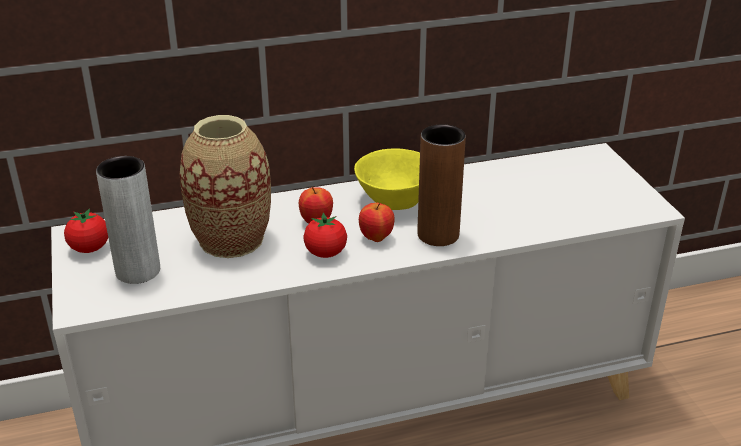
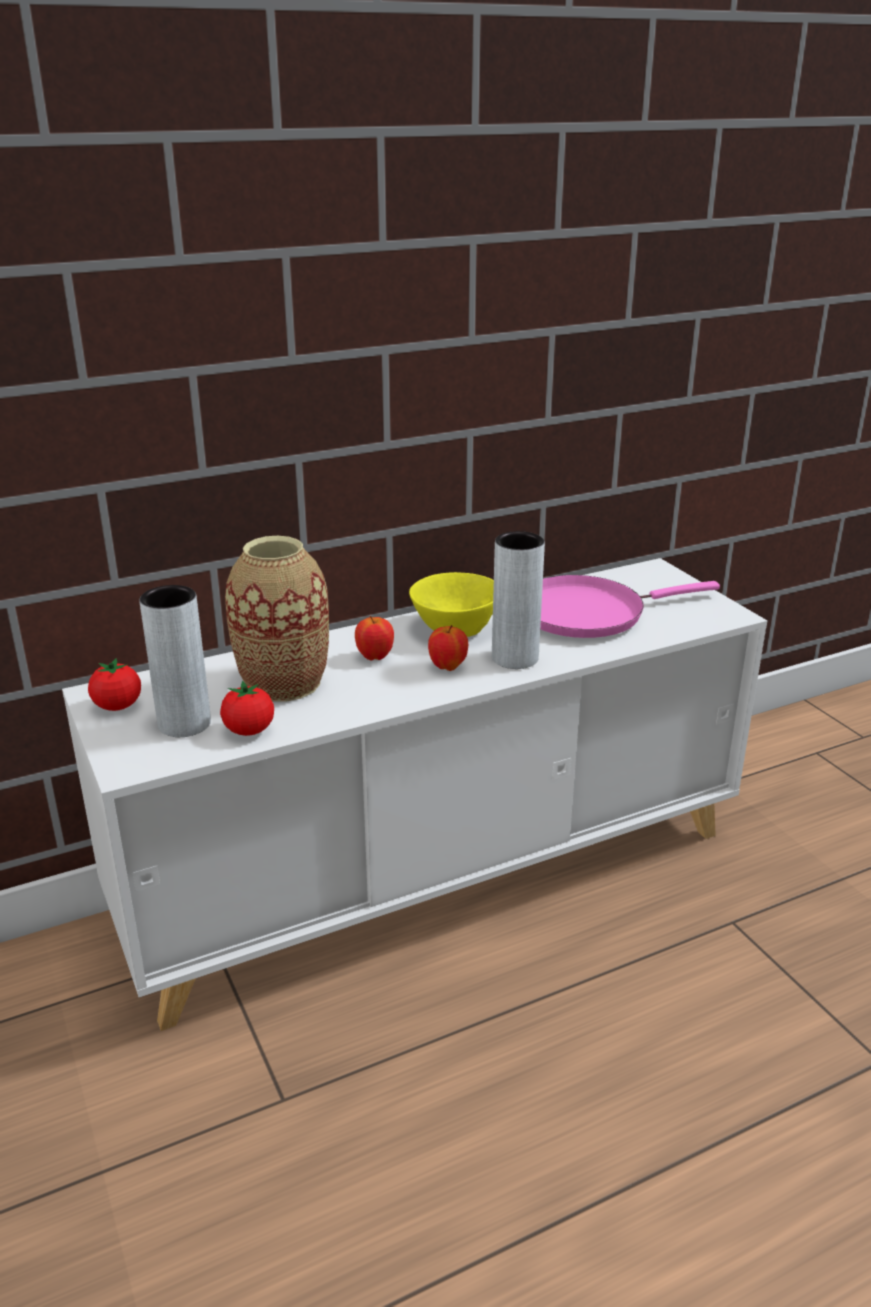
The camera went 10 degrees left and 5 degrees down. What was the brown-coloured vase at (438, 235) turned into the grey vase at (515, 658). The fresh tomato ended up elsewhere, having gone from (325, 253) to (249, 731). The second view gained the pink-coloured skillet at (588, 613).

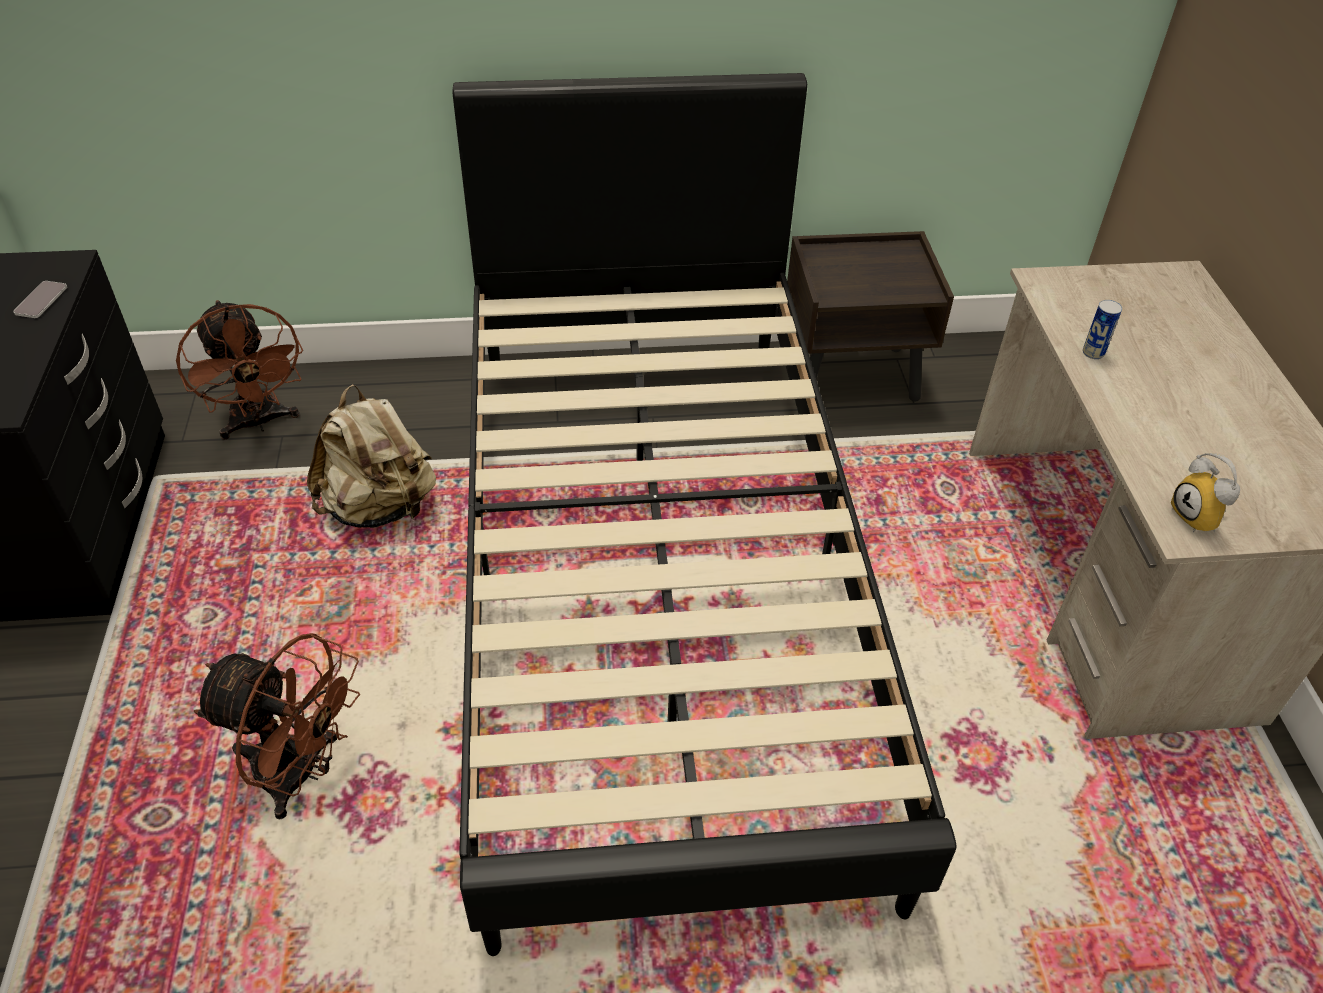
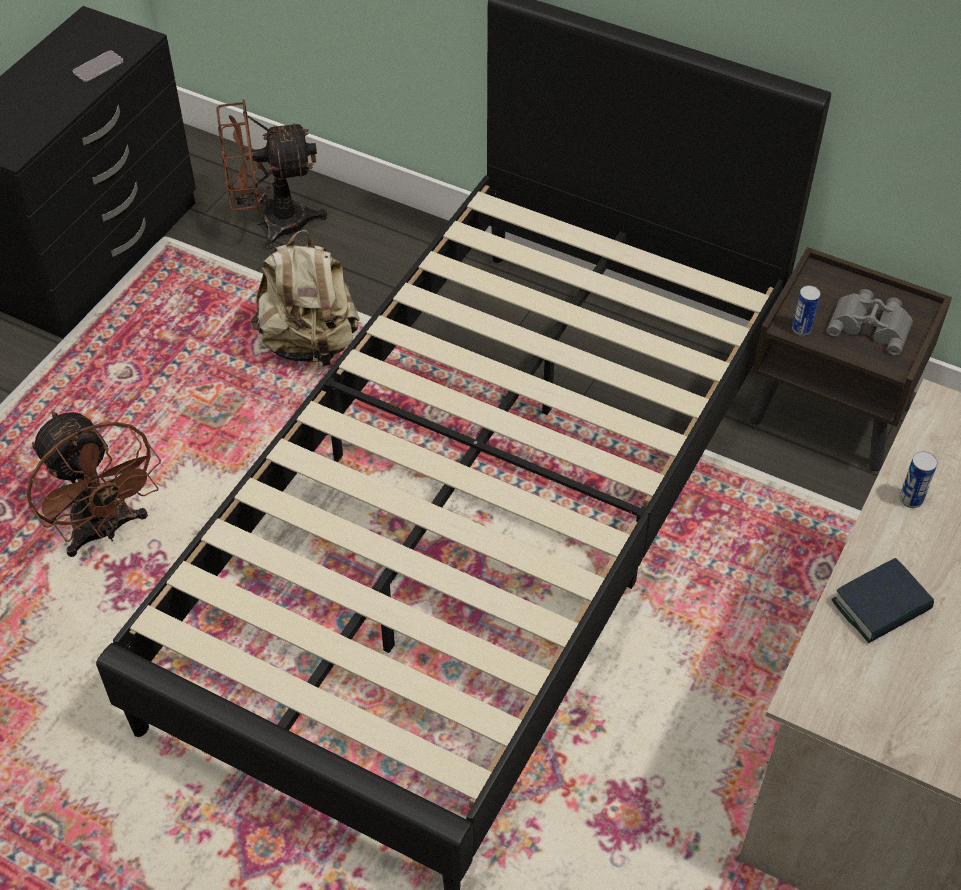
The camera went 35 degrees right and 5 degrees up. The brown-coloured fan at (259, 422) ended up facing another way, 75 degrees clockwise from before. The second view lost the alarm clock at (1200, 518). The second view gained the metal can at (801, 329). The second view gained the grey pair of binoculars at (871, 325). The second view gained the book at (881, 606).

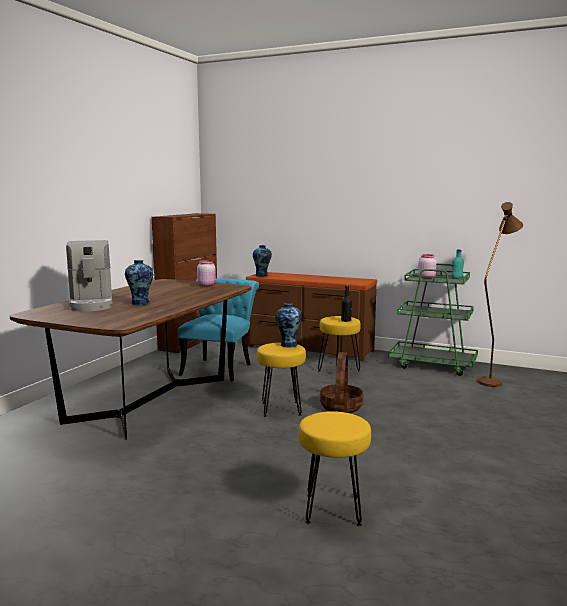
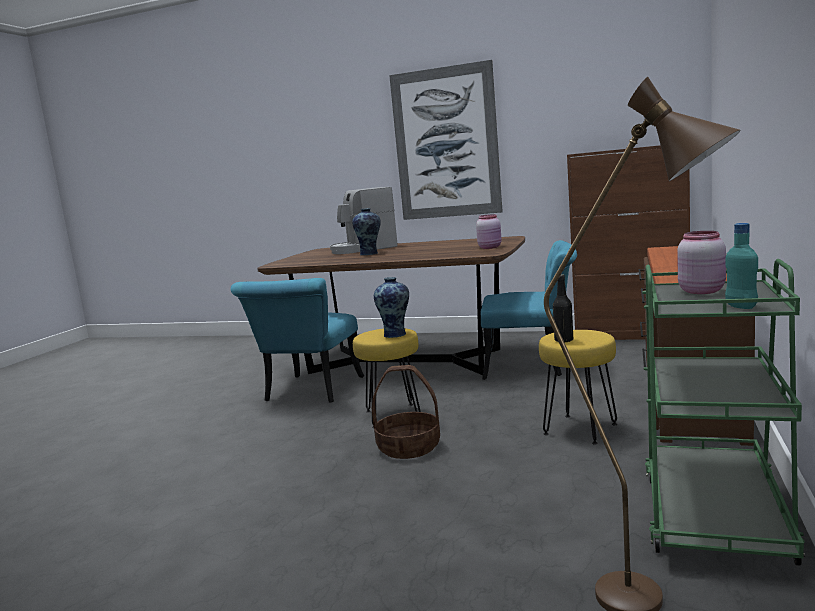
The camera went 85 degrees right and 0 degrees up. The second view lost the vase at (262, 276). The second view lost the yellow-coloured stool seat at (333, 509). The second view gained the wall art at (446, 143). The second view gained the turquoise chair at (309, 392).

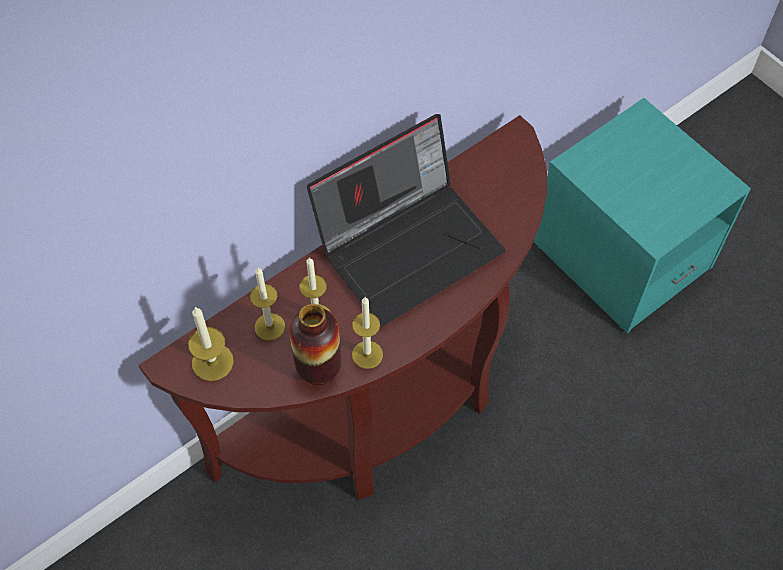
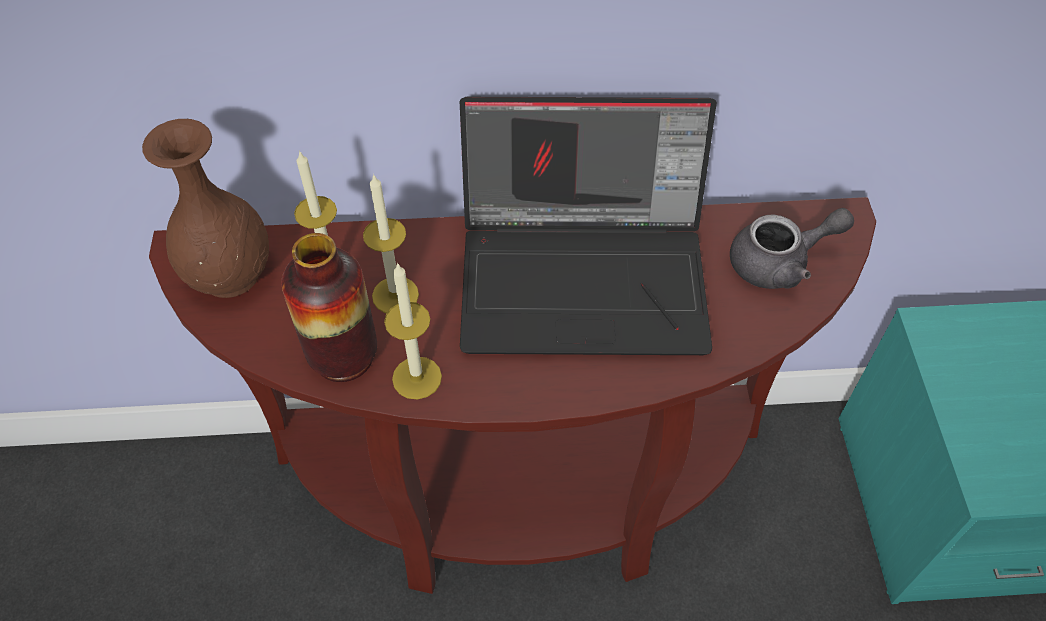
The camera went 35 degrees right and 5 degrees down. Where the wax light stood at (212, 362), the brown-coloured vase came to stand at (231, 275). The second view gained the grey teapot at (779, 263).

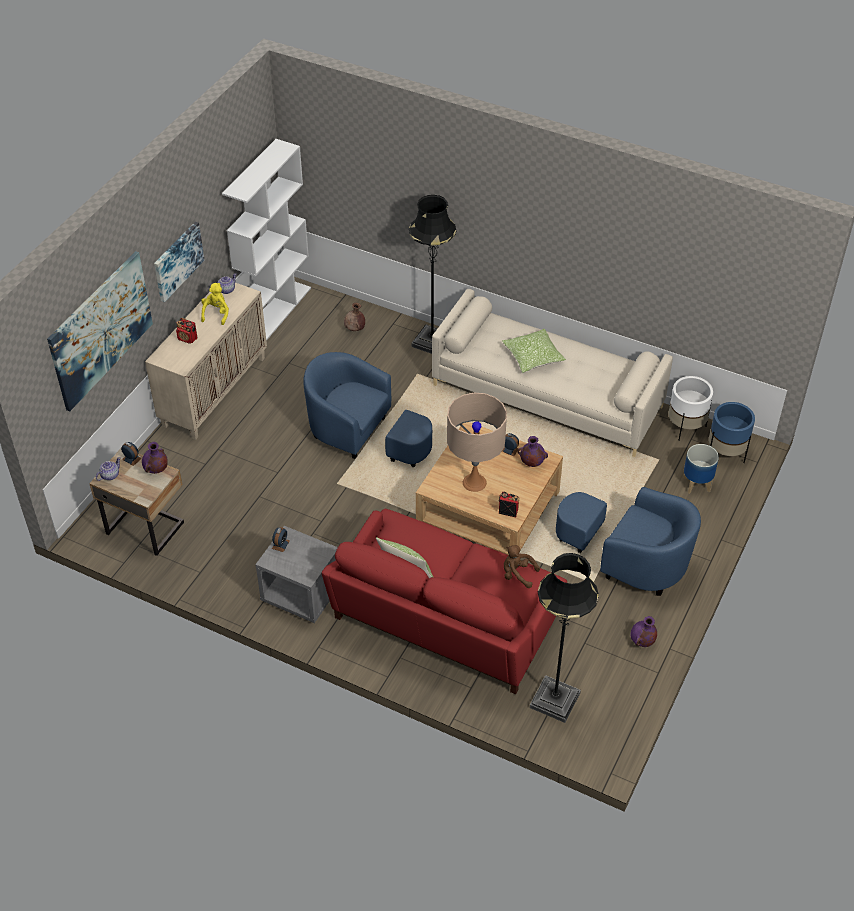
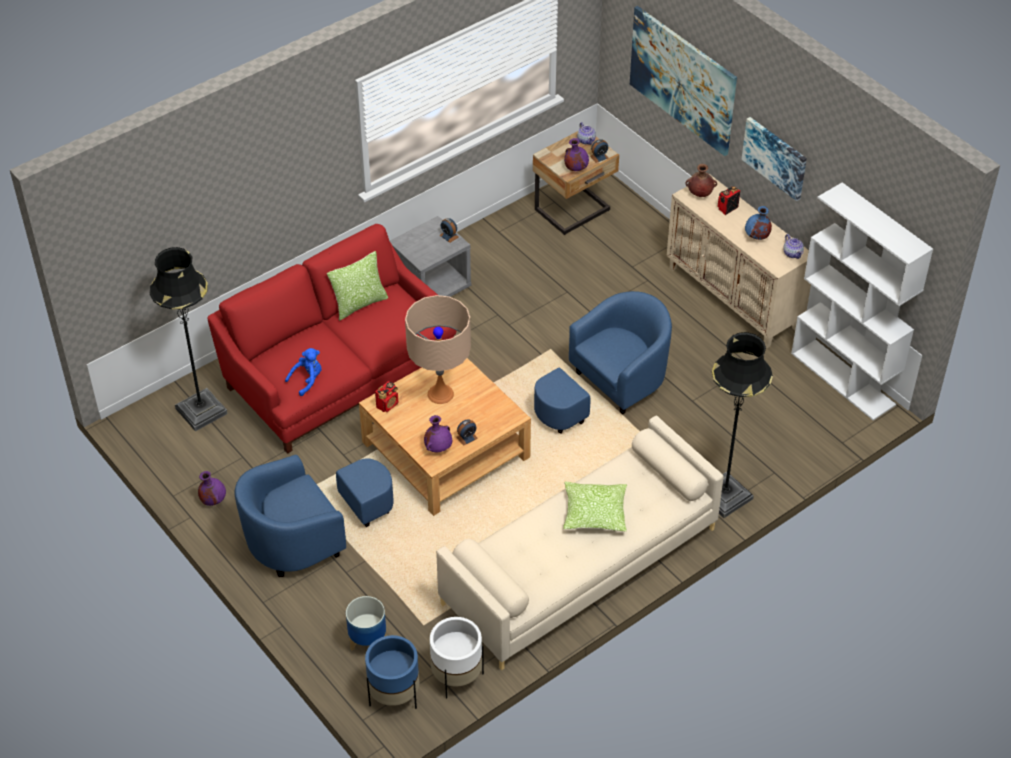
The camera went 115 degrees right and 0 degrees up. Where the yellow-coloured cuddly toy stood at (216, 313), the blue-coloured vase came to stand at (756, 237). The brown-coloured vase ended up elsewhere, having gone from (355, 329) to (699, 194). What was the brown-coloured cuddly toy at (517, 574) turned into the blue-coloured cuddly toy at (307, 380).

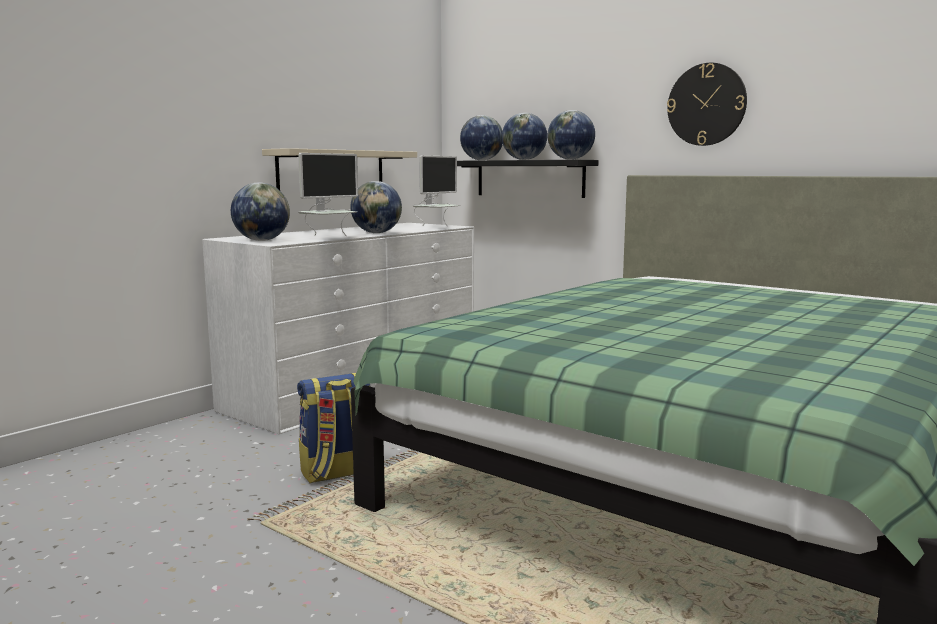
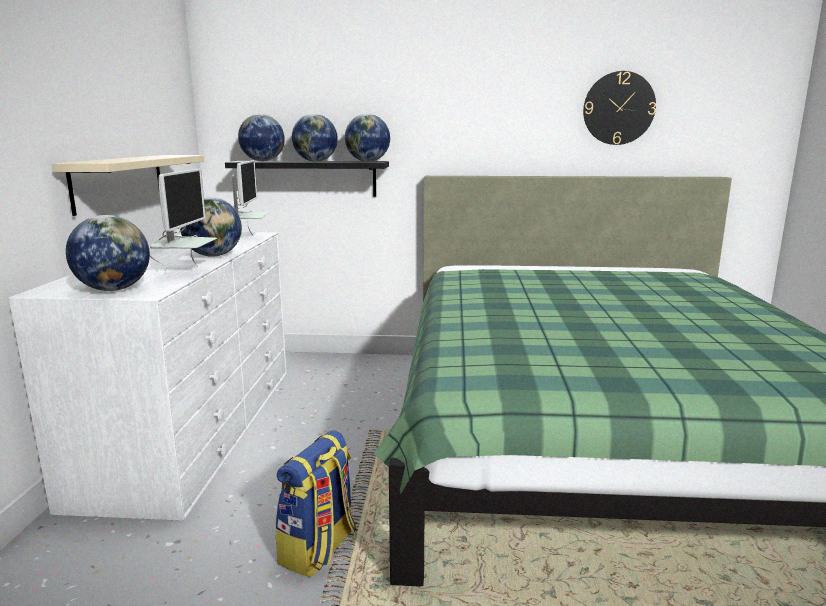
The camera went 35 degrees left and 5 degrees up. The wall clock ended up elsewhere, having gone from (706, 104) to (618, 108).

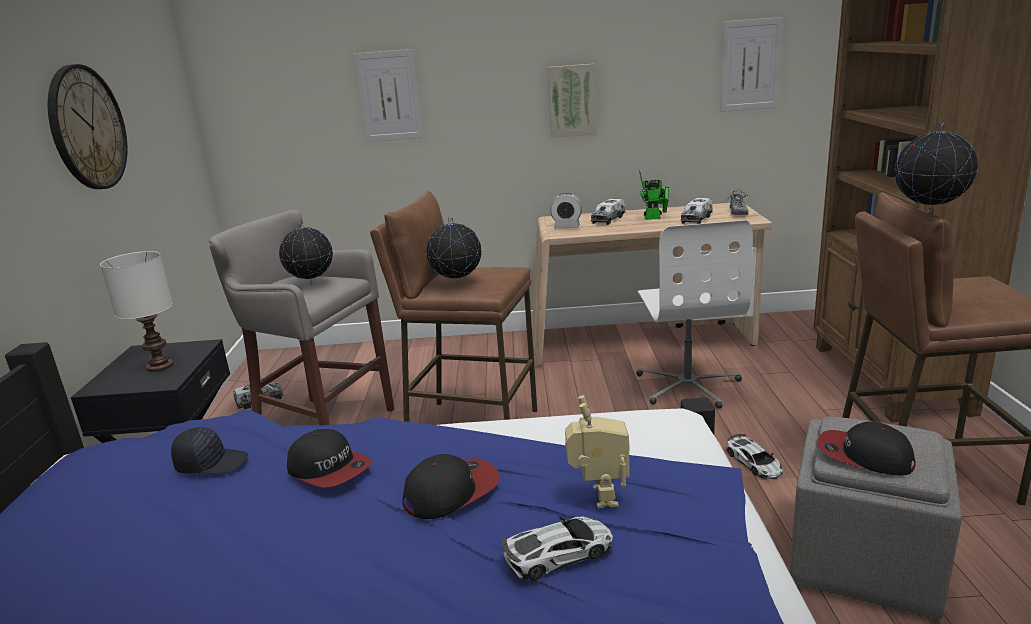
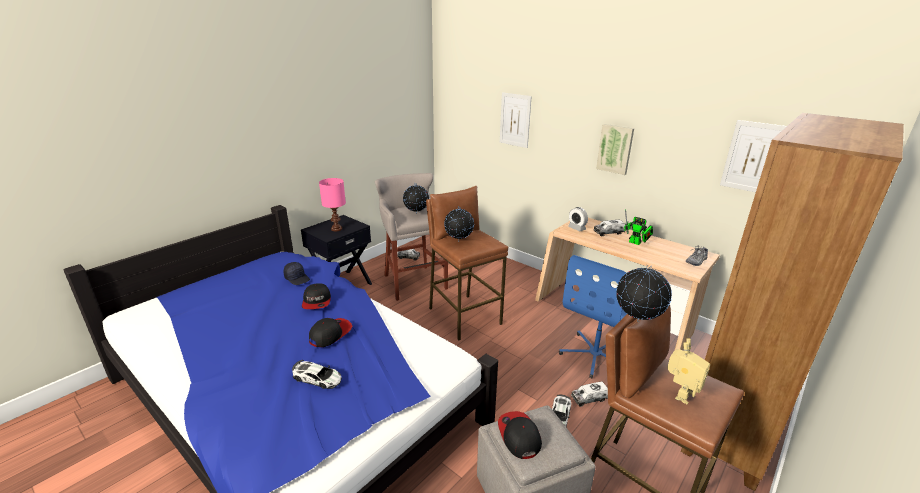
The camera went 40 degrees right and 5 degrees up. The second view lost the wall clock at (87, 128). The toy truck ended up elsewhere, having gone from (696, 219) to (589, 398). What was the white-coloured desk chair at (688, 385) turned into the blue-coloured desk chair at (595, 355). What was the white-coloured tabletop lamp at (159, 366) turned into the pink-coloured tabletop lamp at (336, 229). The model robot ended up elsewhere, having gone from (598, 497) to (680, 394). The peaked cap at (451, 491) ended up facing another way, 60 degrees counterclockwise from before.

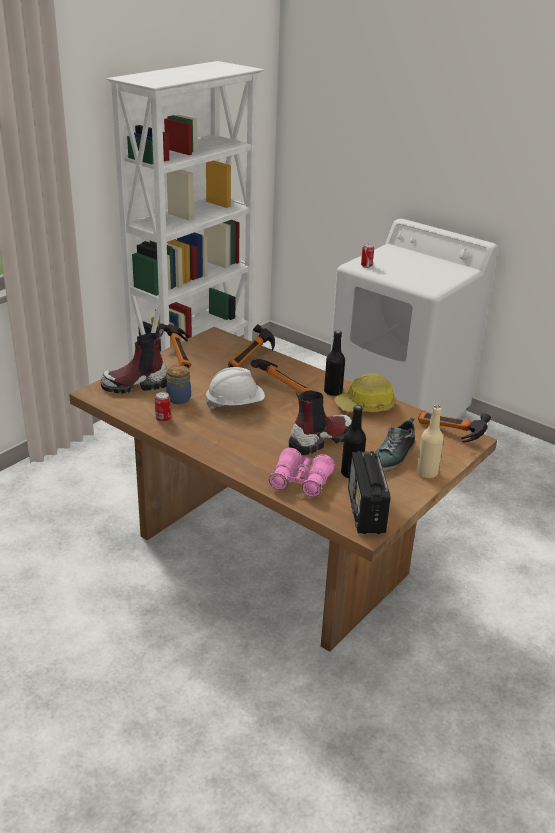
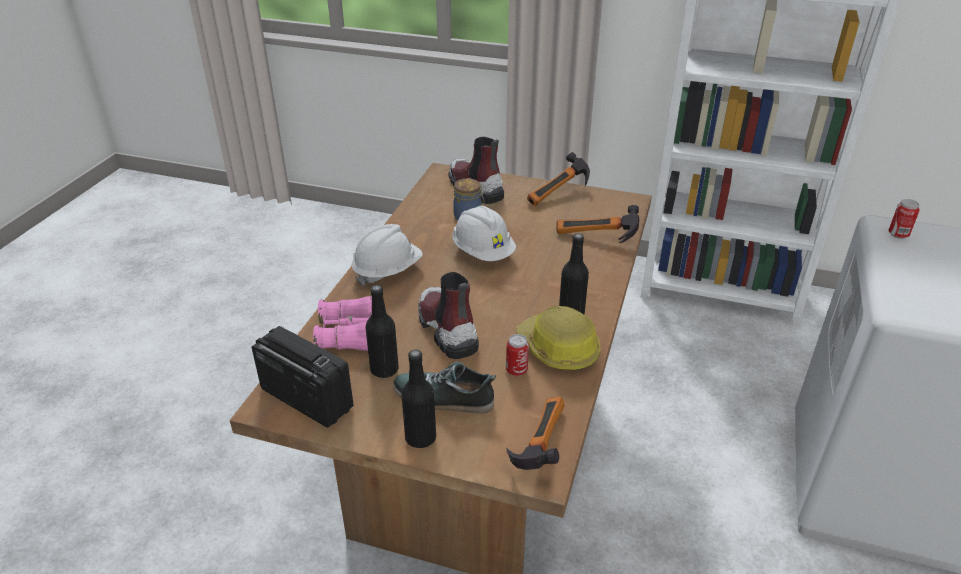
The camera went 70 degrees right and 5 degrees up. The second view lost the hammer at (284, 386). The tall boot at (320, 440) ended up facing another way, 150 degrees counterclockwise from before. The metal can ended up elsewhere, having gone from (163, 419) to (516, 370). What was the beige bottle at (426, 473) turned into the black bottle at (420, 438). The radio at (366, 512) ended up facing another way, 60 degrees clockwise from before. The second view gained the white-coloured hard hat at (387, 271).

